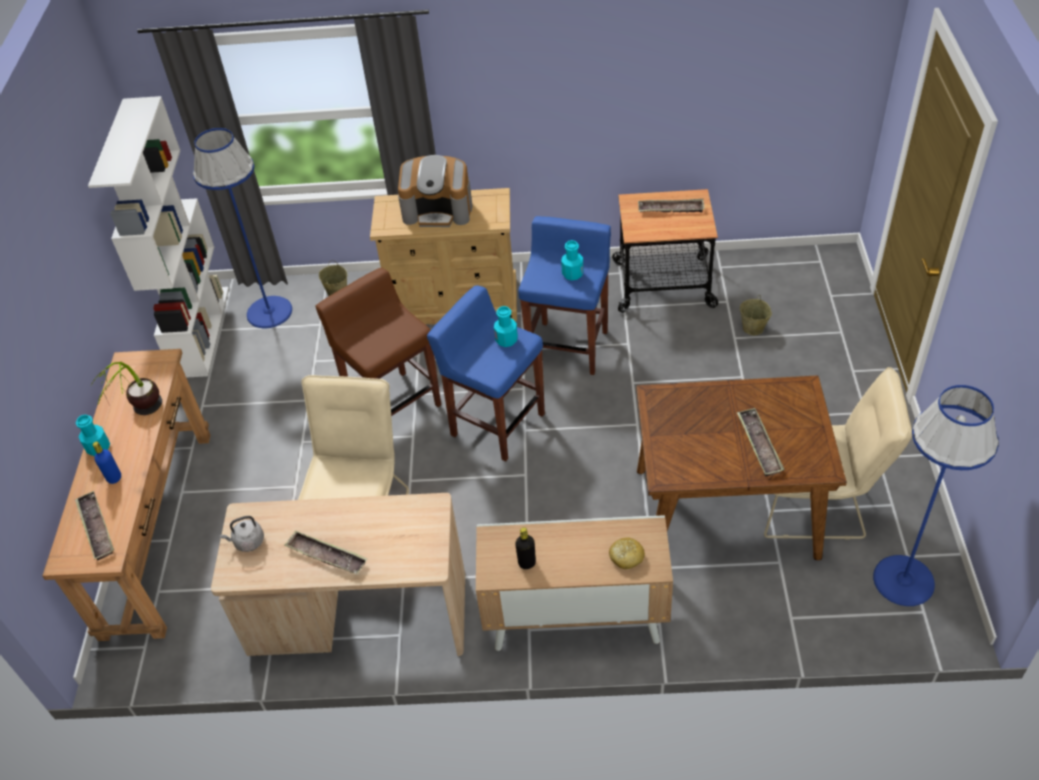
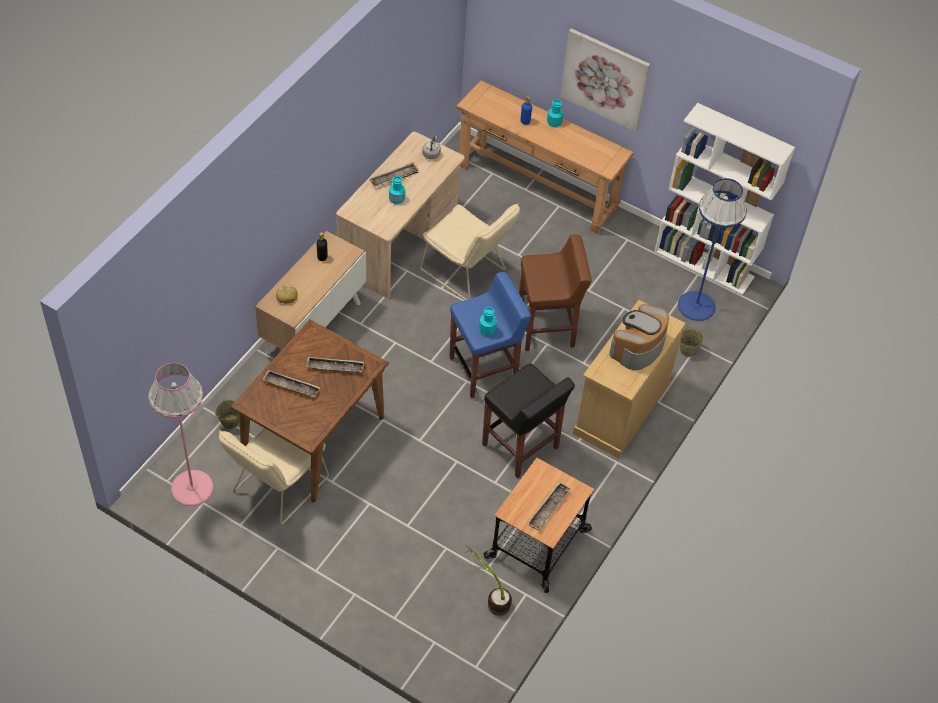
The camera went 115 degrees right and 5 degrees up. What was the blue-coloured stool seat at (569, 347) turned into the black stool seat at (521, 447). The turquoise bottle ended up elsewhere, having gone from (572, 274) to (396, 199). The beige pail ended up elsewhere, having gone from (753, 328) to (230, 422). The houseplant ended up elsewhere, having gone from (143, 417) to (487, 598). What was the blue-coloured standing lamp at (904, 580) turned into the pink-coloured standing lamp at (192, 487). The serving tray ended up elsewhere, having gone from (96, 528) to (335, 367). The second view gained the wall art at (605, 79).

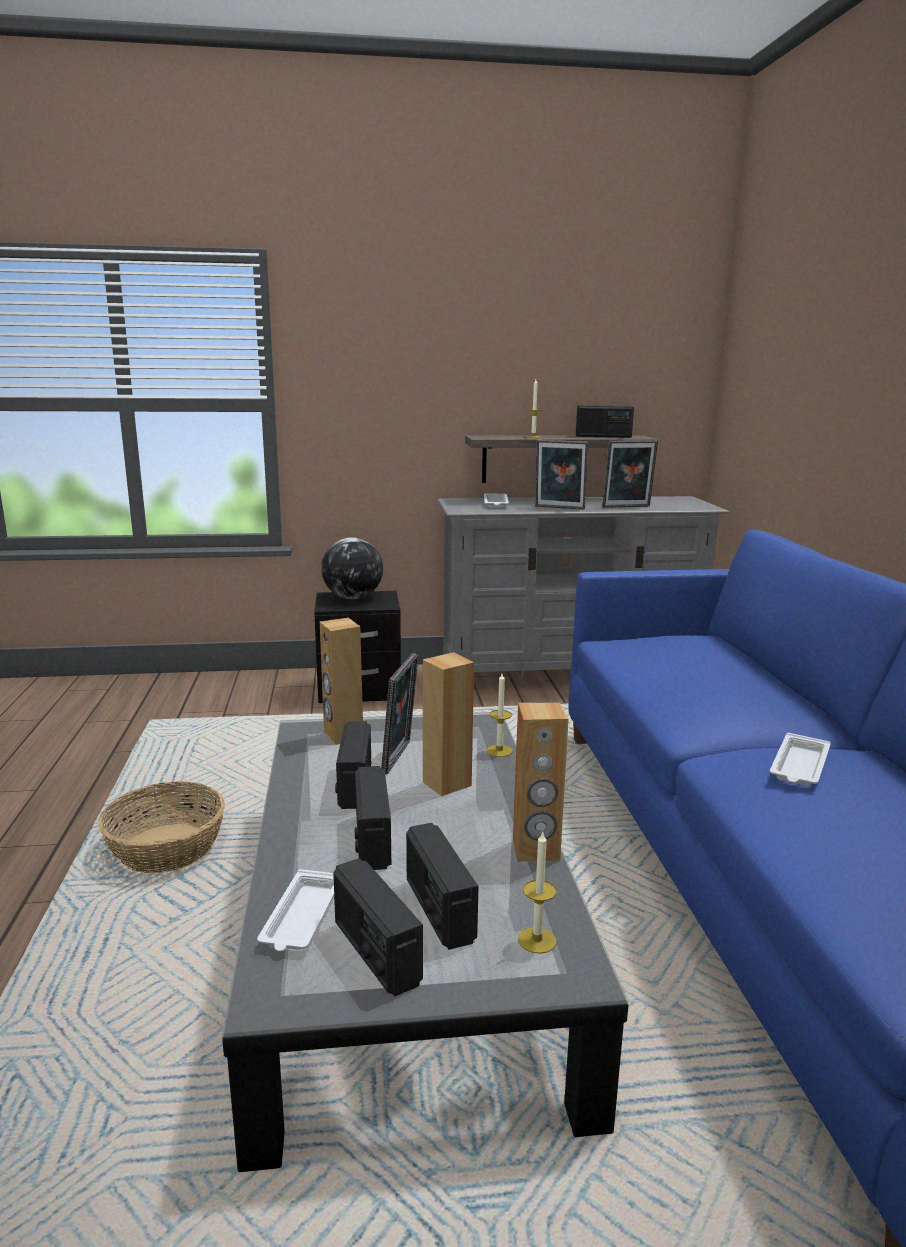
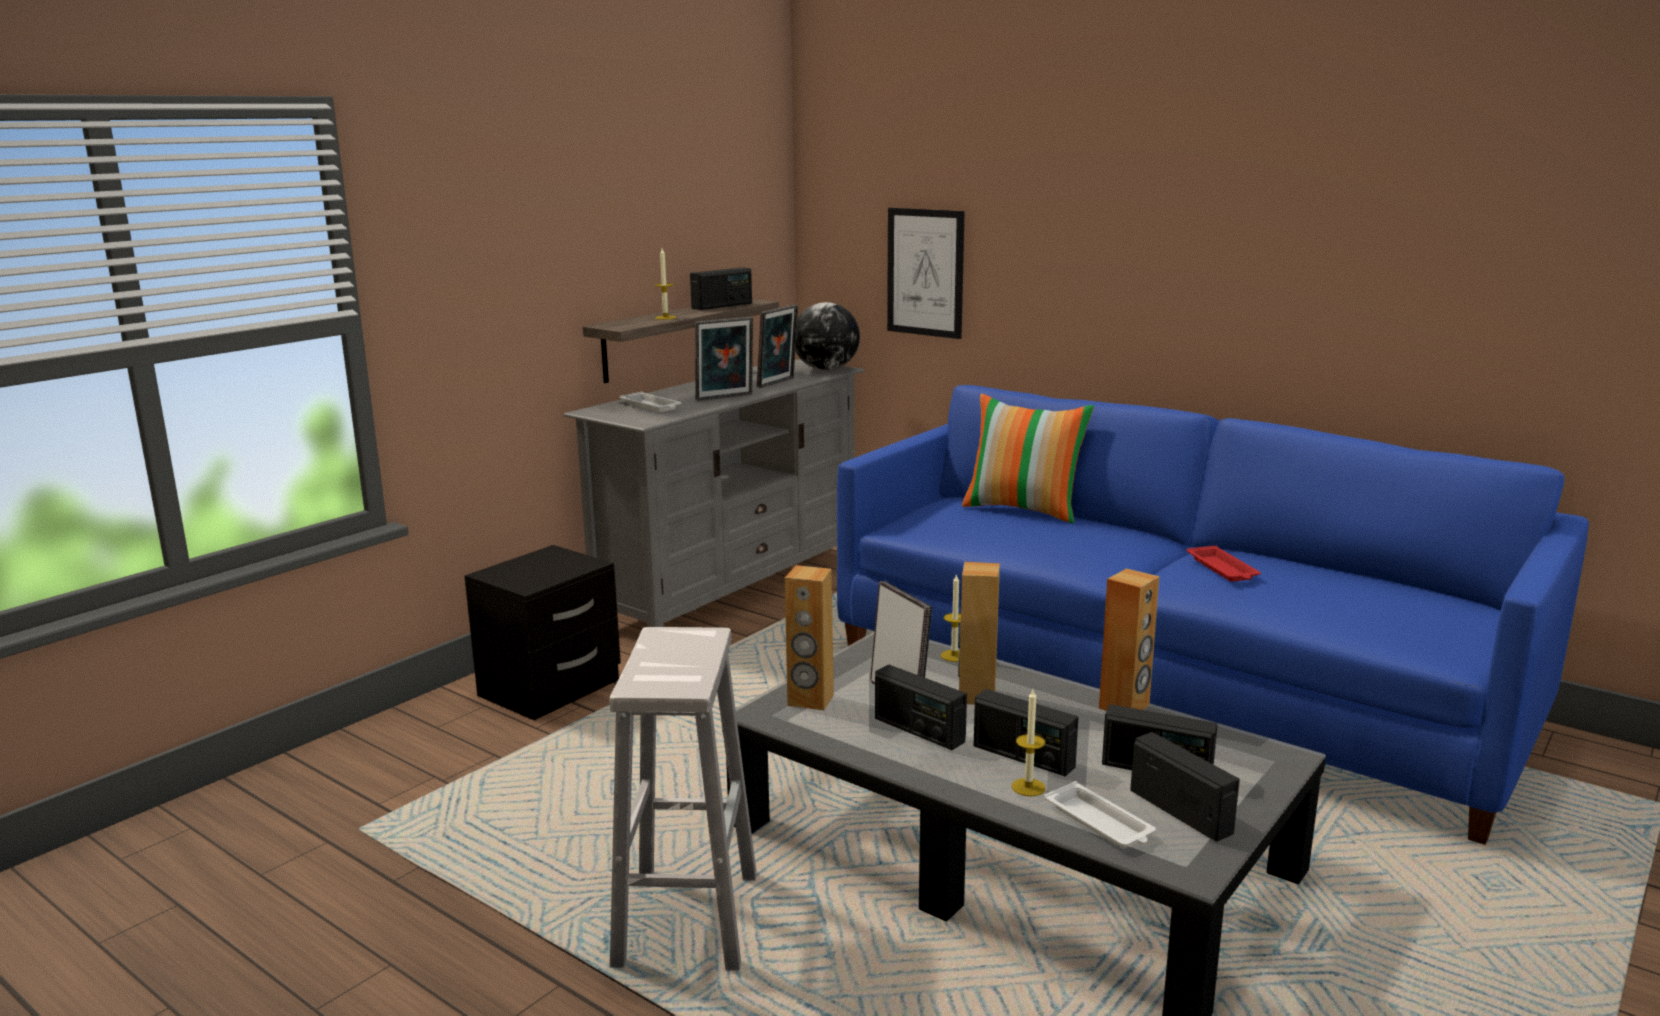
The camera went 45 degrees left and 0 degrees up. The world globe ended up elsewhere, having gone from (352, 598) to (826, 370). What was the white-coloured serving tray at (799, 766) turned into the reddish serving tray at (1223, 569). Where the basket stood at (167, 847), the white-coloured stool seat came to stand at (687, 917). The wax light ended up elsewhere, having gone from (537, 940) to (1028, 787). The radio at (375, 952) ended up facing another way, 135 degrees counterclockwise from before. The second view gained the wall art at (925, 272). The second view gained the pillow at (1024, 509).

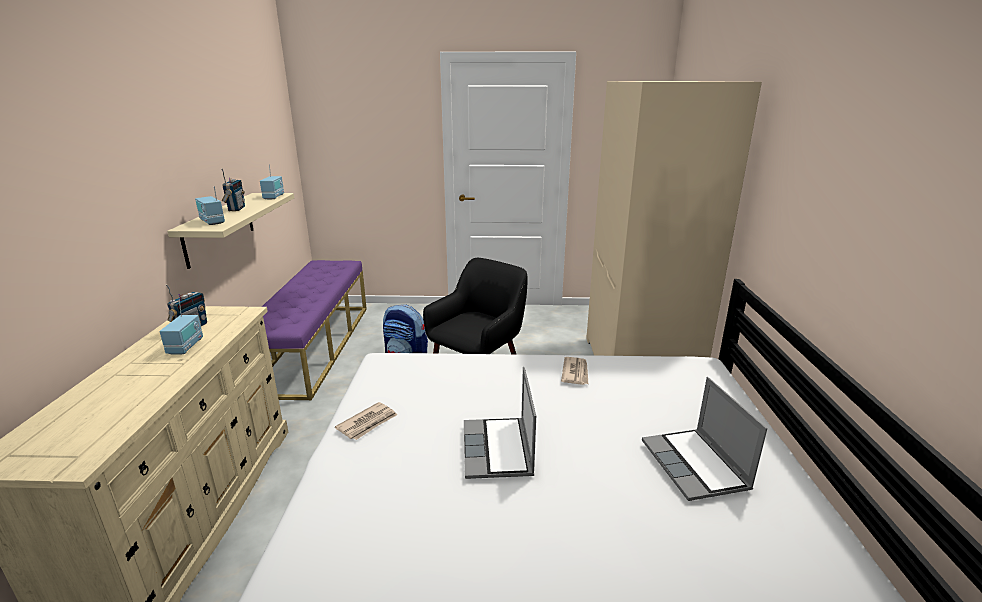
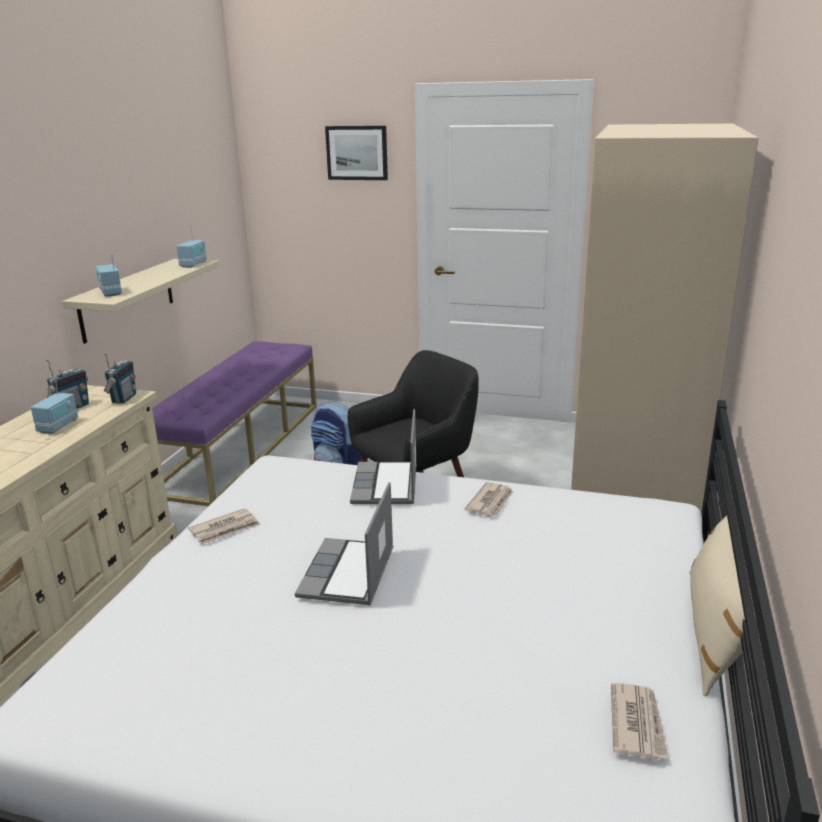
The camera went 15 degrees right and 0 degrees up. The radio ended up elsewhere, having gone from (236, 209) to (123, 399). The laptop ended up elsewhere, having gone from (696, 466) to (386, 486). The second view gained the wall art at (357, 153). The second view gained the beige pillow at (714, 631). The second view gained the printed paper at (637, 723).

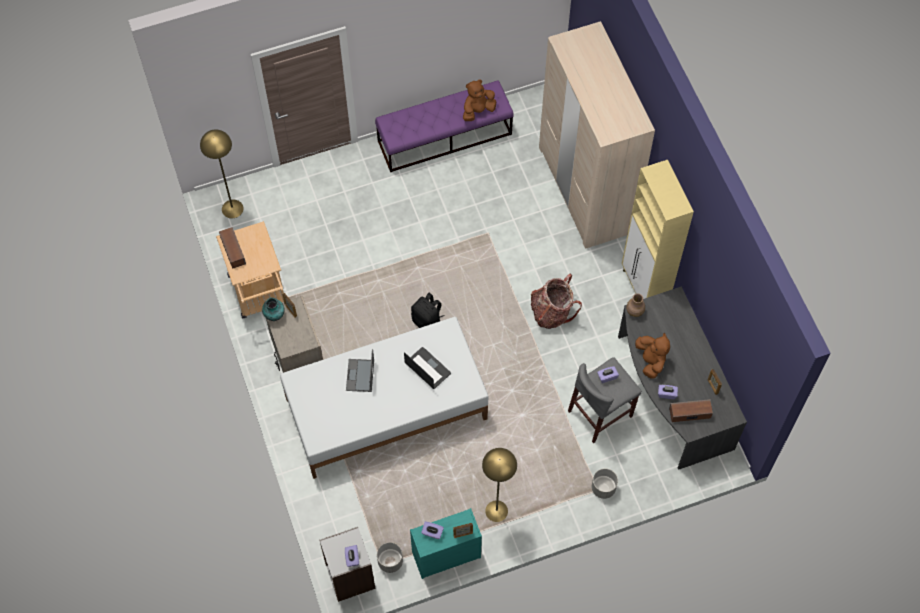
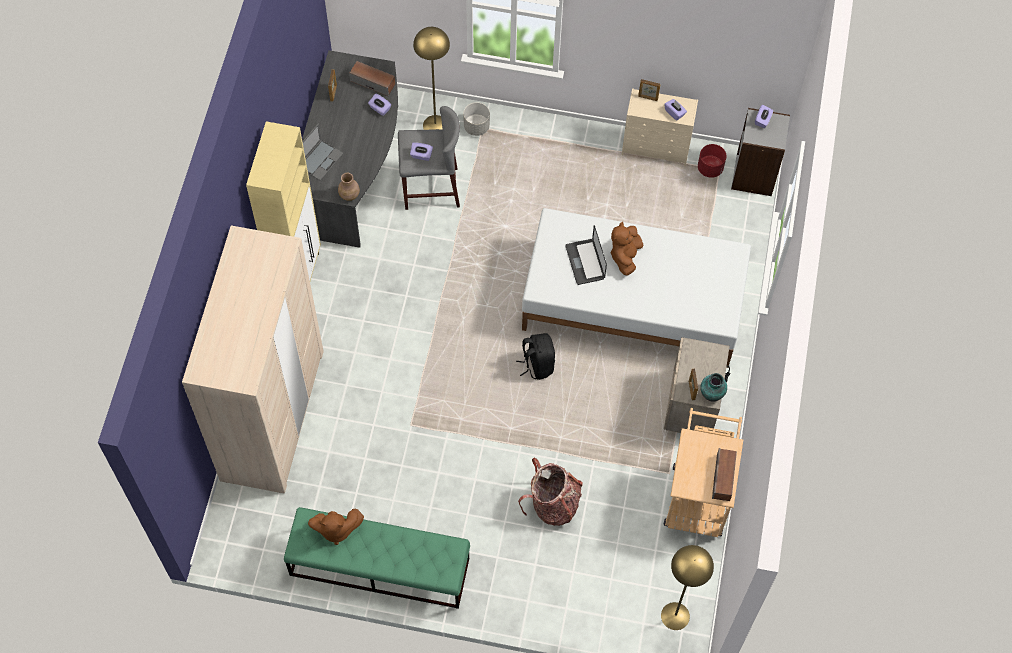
The camera went 150 degrees left and 0 degrees up. What was the purple indoor bench at (445, 137) turned into the green indoor bench at (379, 567). The rucksack ended up elsewhere, having gone from (551, 312) to (553, 504). The brown-coloured cuddly toy ended up elsewhere, having gone from (650, 360) to (625, 256). The laptop ended up elsewhere, having gone from (360, 376) to (320, 159). The yellow-coloured standing lamp ended up elsewhere, having gone from (496, 511) to (435, 125). What was the turquoise chest of drawers at (445, 555) turned into the beige chest of drawers at (656, 148). What was the grey planter at (390, 562) turned into the reddish planter at (710, 168).

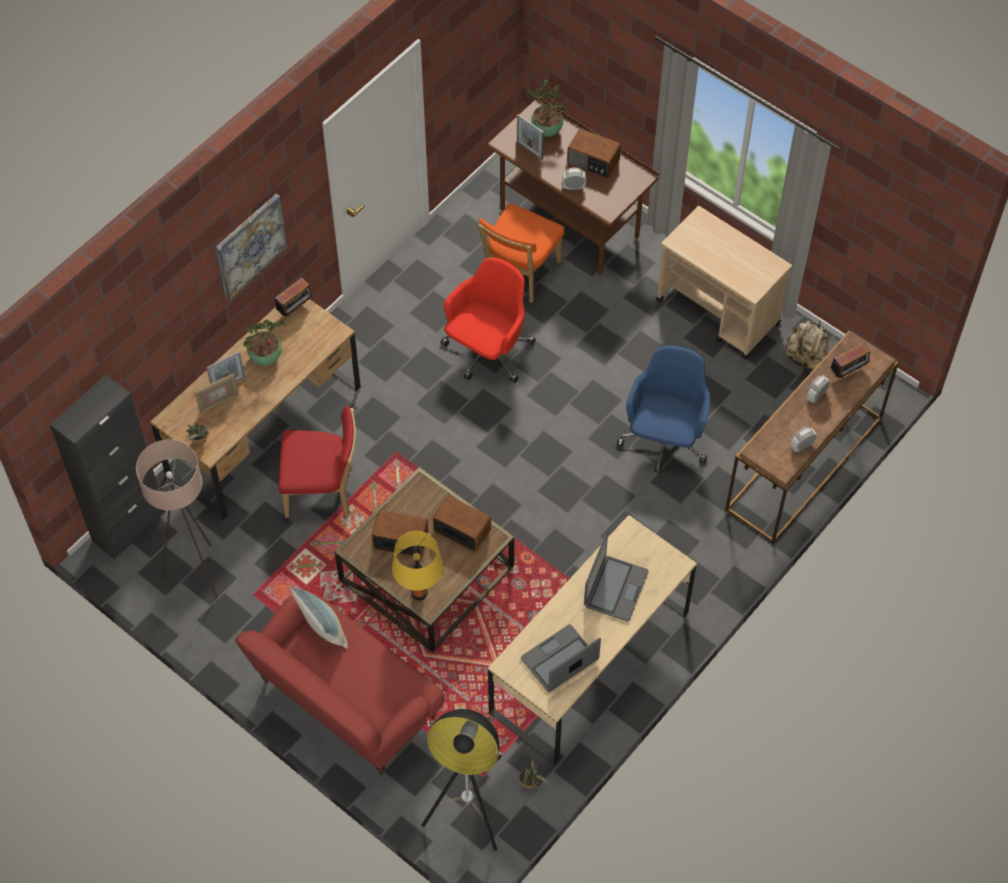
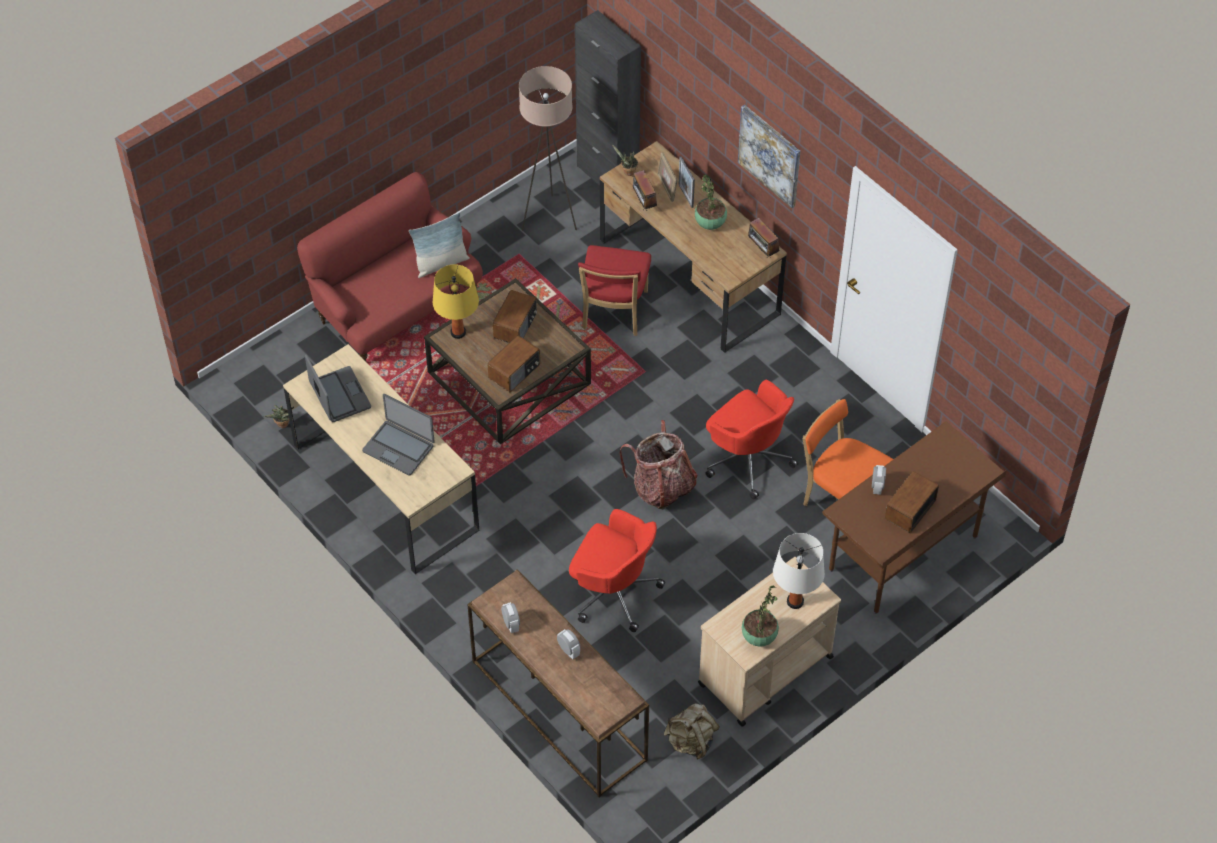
The camera went 100 degrees right and 5 degrees down. The houseplant ended up elsewhere, having gone from (546, 131) to (759, 636). The second view lost the picture frame at (529, 150). The radio ended up elsewhere, having gone from (848, 371) to (644, 203). What was the blue-coloured desk chair at (665, 440) turned into the reddish desk chair at (613, 591). The second view lost the standing lamp at (468, 813). The second view gained the rucksack at (661, 487). The second view gained the white-coloured tabletop lamp at (795, 602).

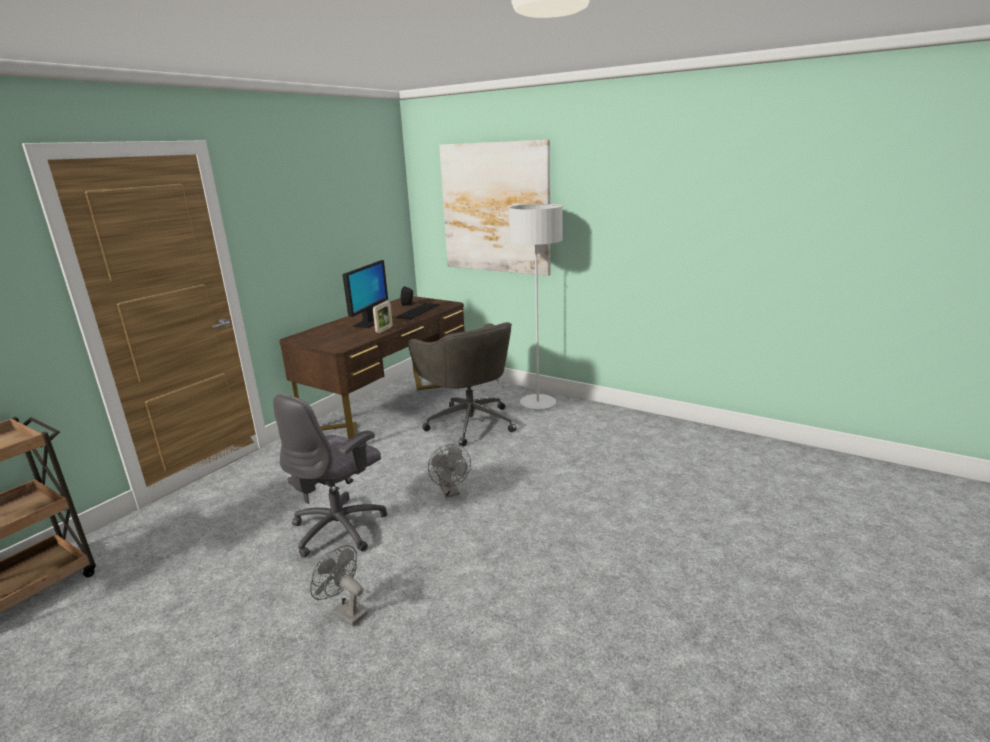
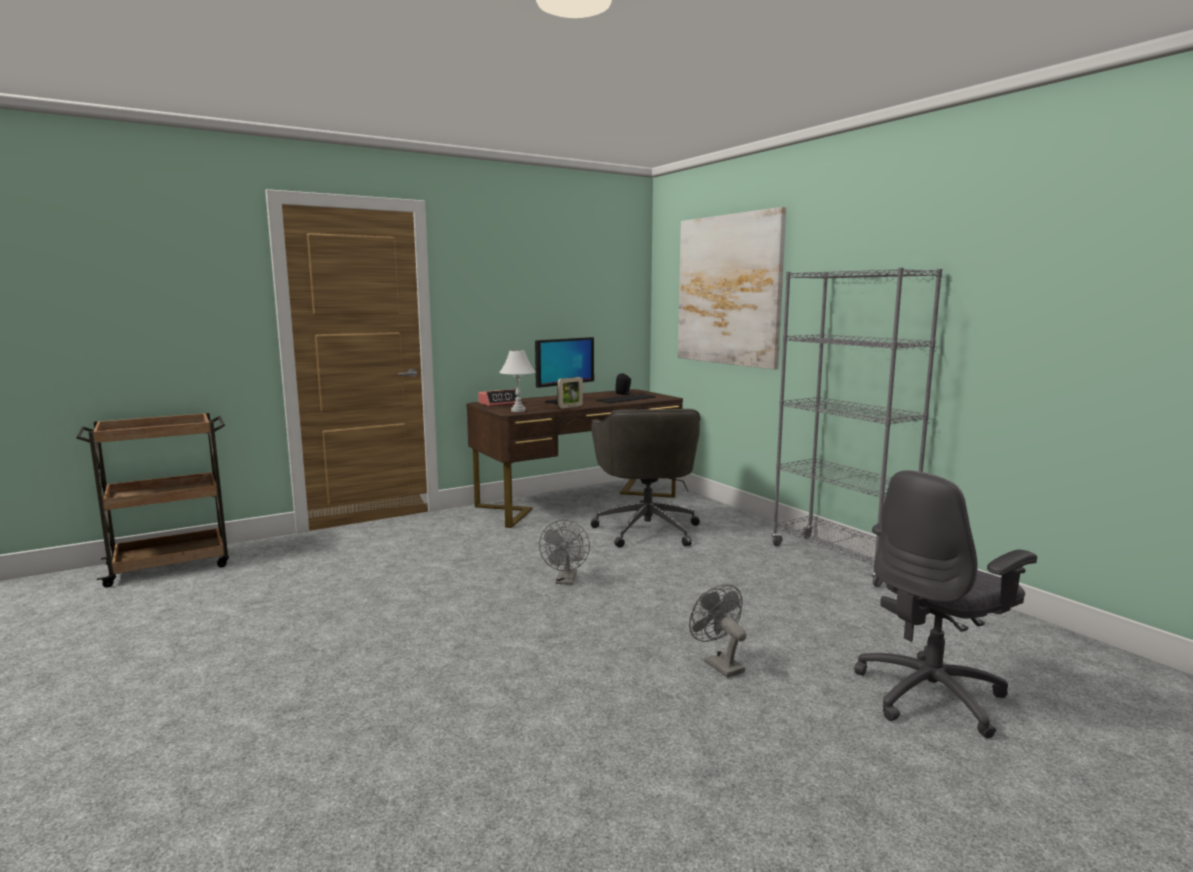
The camera went 25 degrees right and 10 degrees down. The second view lost the grey standing lamp at (538, 403). The grey desk chair ended up elsewhere, having gone from (340, 528) to (932, 695). The grey fan ended up elsewhere, having gone from (344, 612) to (718, 664). The second view gained the grey bookcase at (839, 560). The second view gained the white-coloured tabletop lamp at (518, 410). The second view gained the alarm clock at (499, 403).

